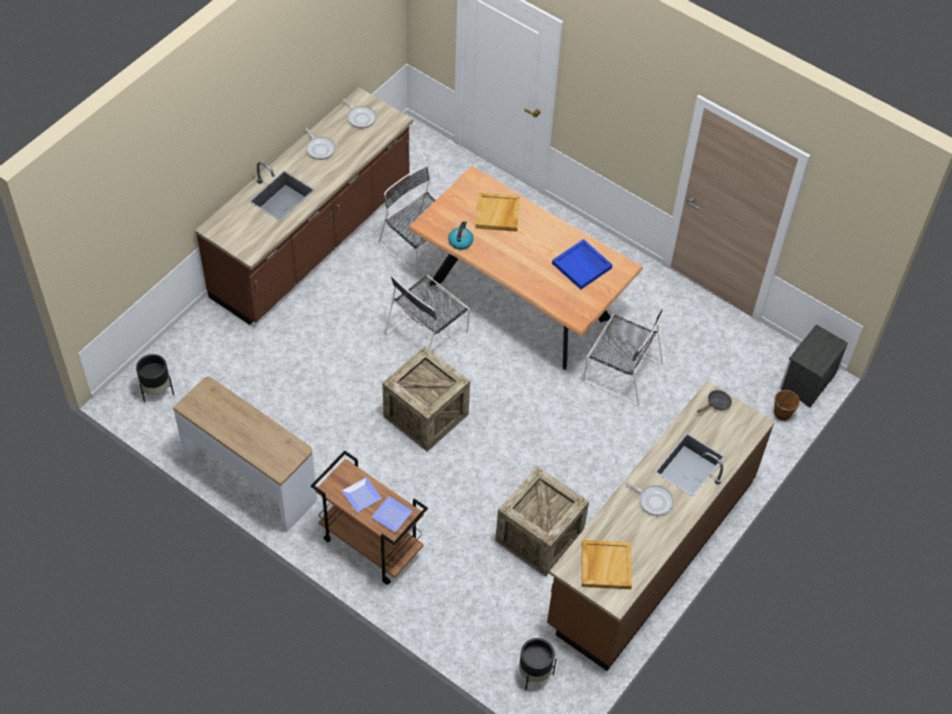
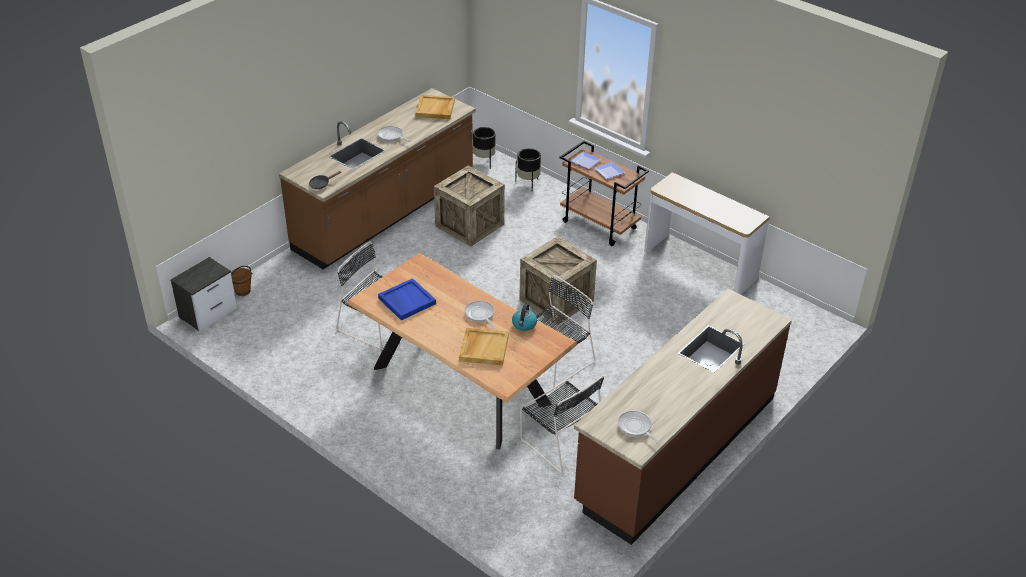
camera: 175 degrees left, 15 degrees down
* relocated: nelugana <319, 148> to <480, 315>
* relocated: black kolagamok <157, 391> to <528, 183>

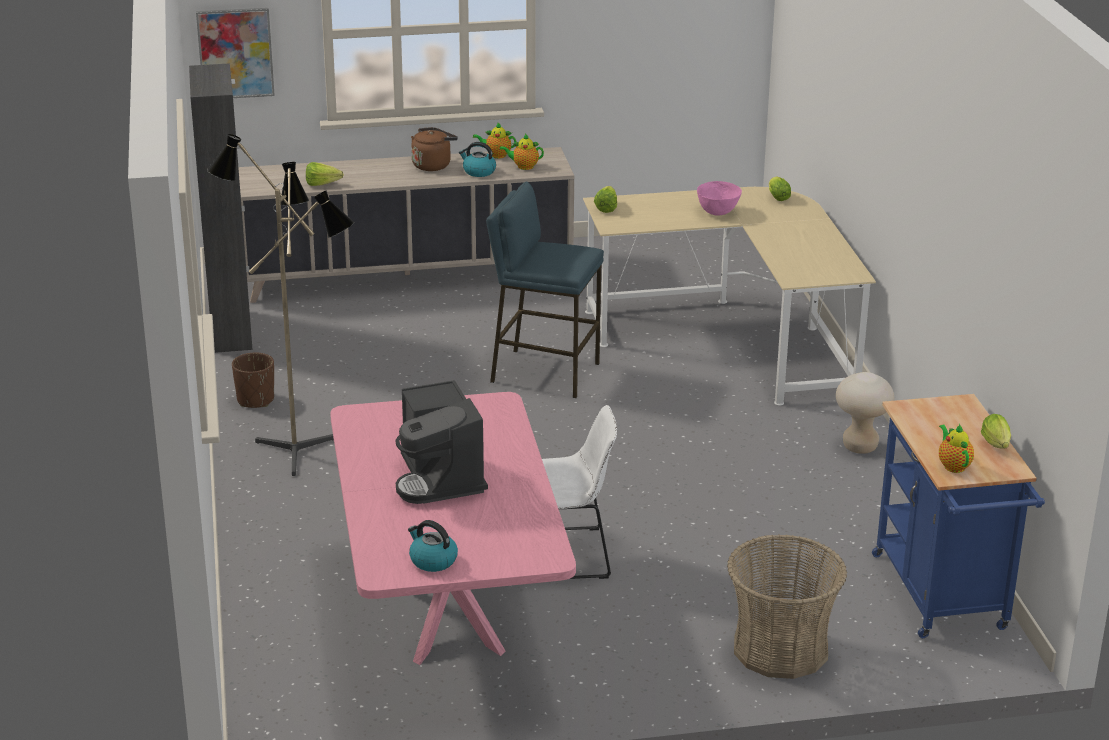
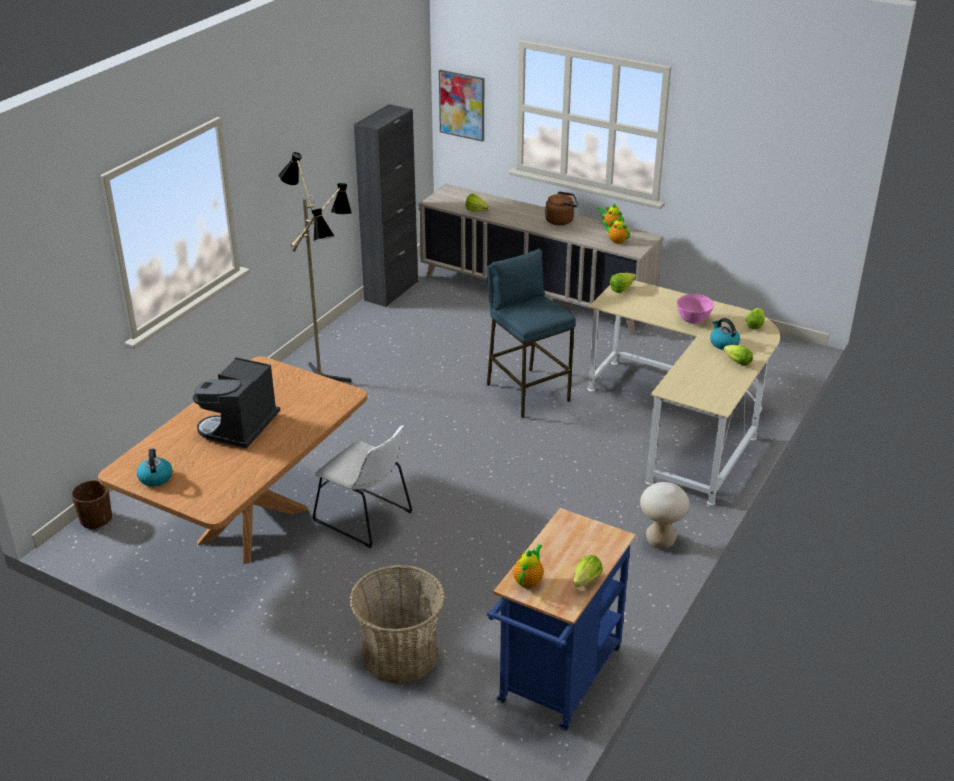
camera: 40 degrees right, 5 degrees up
* relocated: brown kolagamok <255, 400> to <96, 519>
* colour: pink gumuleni <449, 618> to brown gumuleni <252, 525>
* relocated: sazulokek <478, 172> to <723, 343>
* appeared: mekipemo <736, 362>

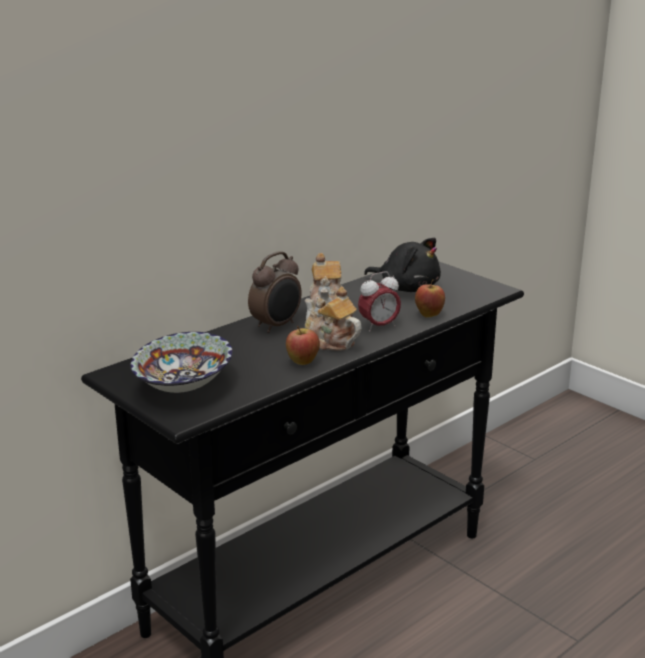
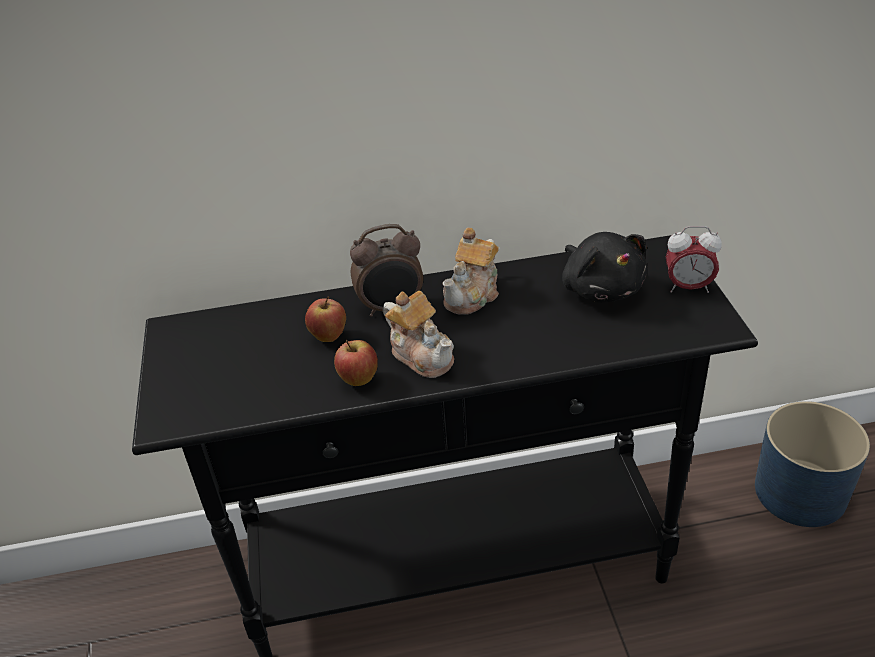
camera: 35 degrees right, 15 degrees up
* relocated: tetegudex <429, 315> to <329, 337>
* spun: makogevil <330, 341> = <422, 355> 150 degrees clockwise
* relocated: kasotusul <379, 326> to <688, 287>
* appeared: blue kolagamok <800, 491>
* missing: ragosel <185, 386>

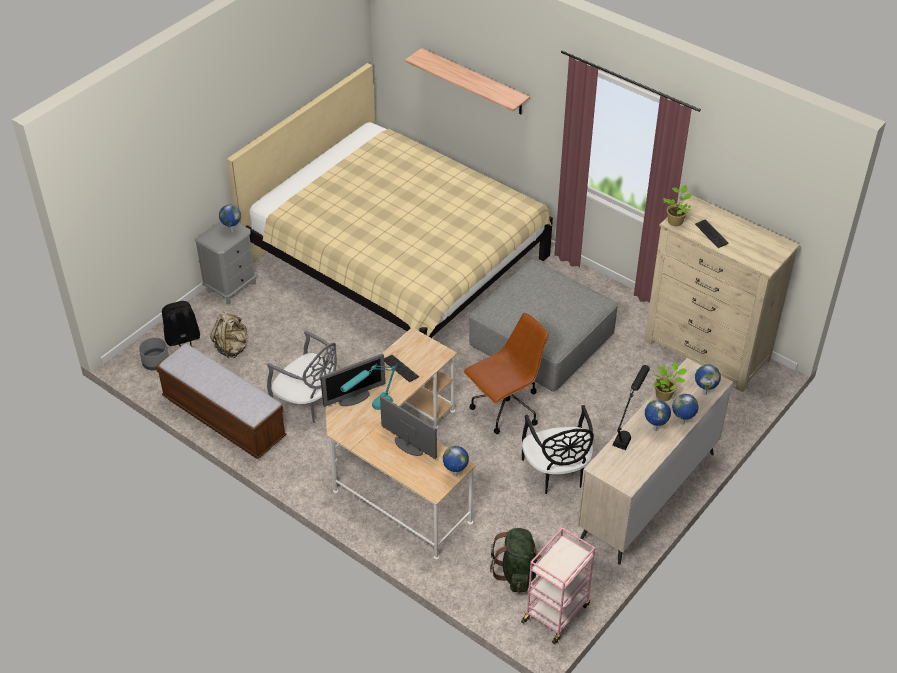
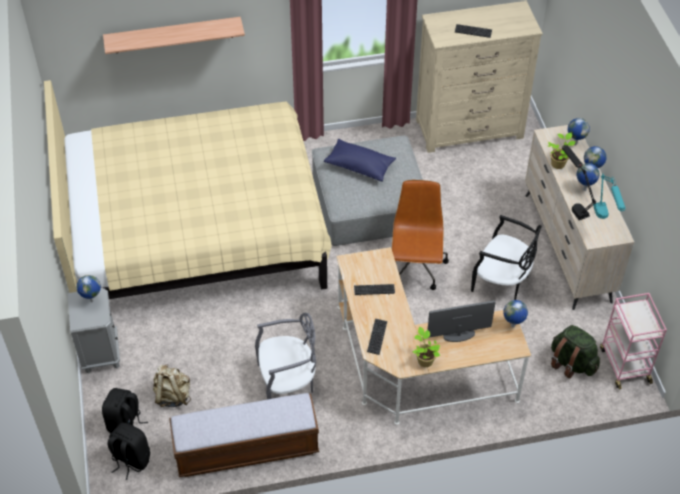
camera: 50 degrees left, 5 degrees up
* exchanged: grey kolagamok <155, 362> to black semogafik <130, 460>
* appeared: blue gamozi <359, 166>
* exchanged: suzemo <354, 398> to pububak <377, 337>
* relocated: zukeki <675, 221> to <424, 360>
* relocated: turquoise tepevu <371, 410> to <604, 221>

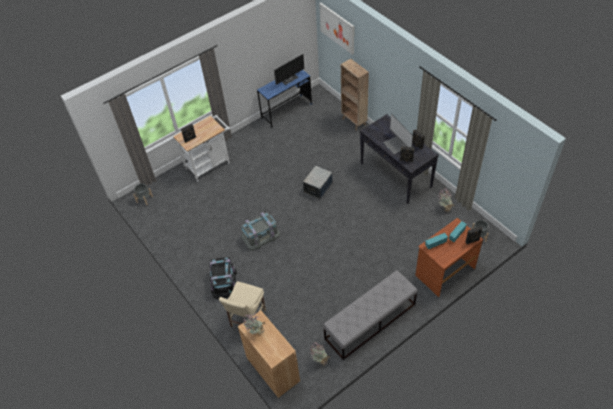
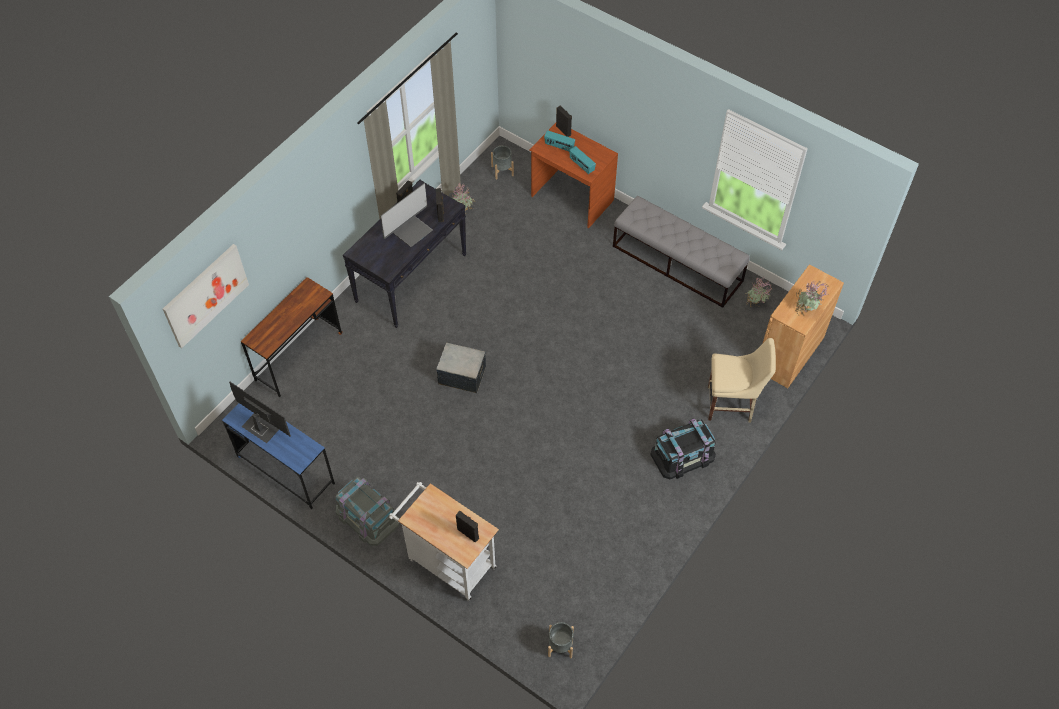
camera: 110 degrees left, 5 degrees up
* exchanged: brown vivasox <354, 122> to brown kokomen <298, 356>
* relocated: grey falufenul <260, 235> to <367, 517>

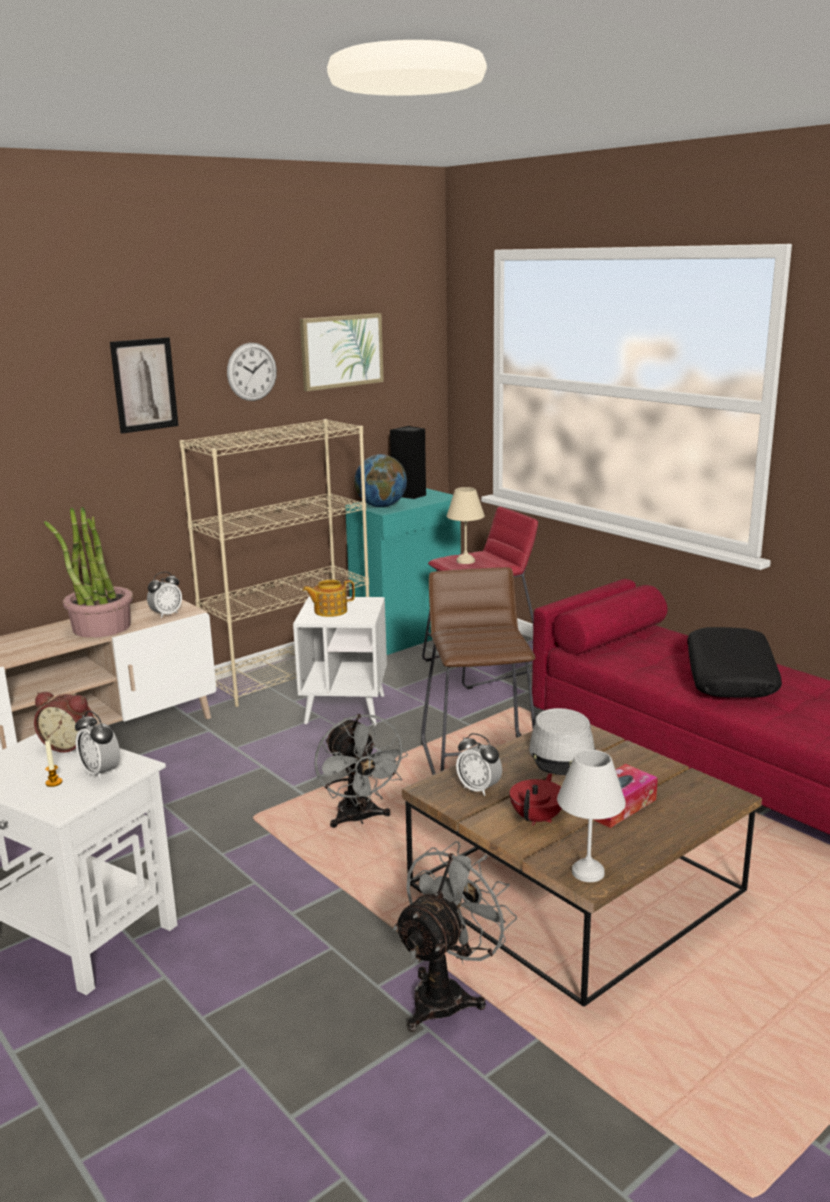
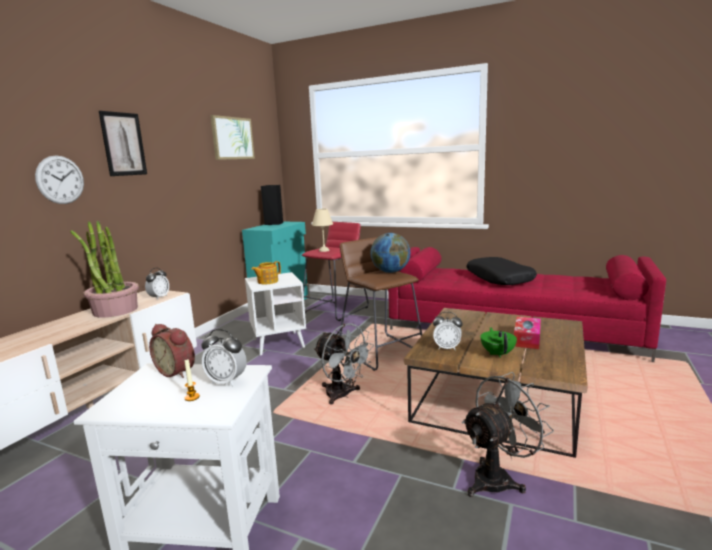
camera: 25 degrees left, 5 degrees down
* relocated: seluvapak <252, 372> to <60, 180>
* spun: kasotusul <70, 745> = <177, 371> 45 degrees clockwise
* relocated: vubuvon <381, 506> to <390, 272>
* spun: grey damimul <447, 994> = <498, 478> 45 degrees clockwise
* colour: red makogevil <538, 818> to green makogevil <498, 353>
* missing: beige vivasox <290, 673>
* missing: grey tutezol <564, 756>
* missing: white tepevu <589, 872>

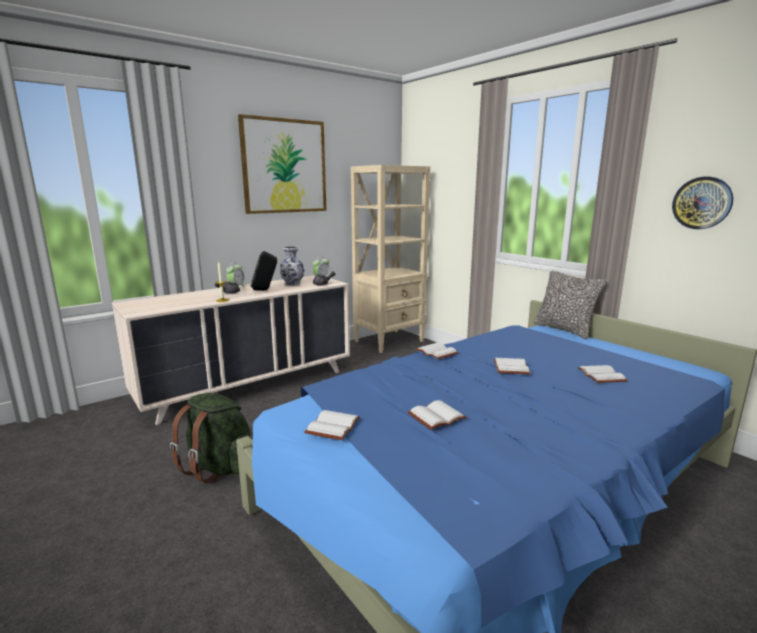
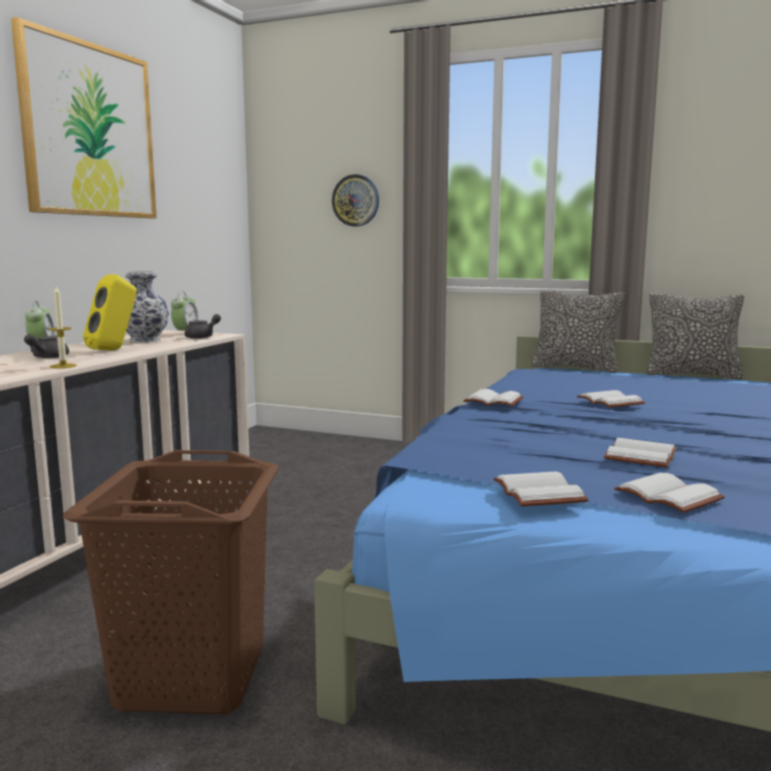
camera: 30 degrees left, 5 degrees down
* exchanged: green semogafik <219, 467> to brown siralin <190, 677>
* colour: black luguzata <265, 290> to yellow luguzata <114, 350>
* relocated: seluvapak <702, 203> to <356, 200>
* relocated: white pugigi <603, 375> to <671, 496>
* appeared: gamozi <691, 375>
* missing: beige vivasox <389, 341>

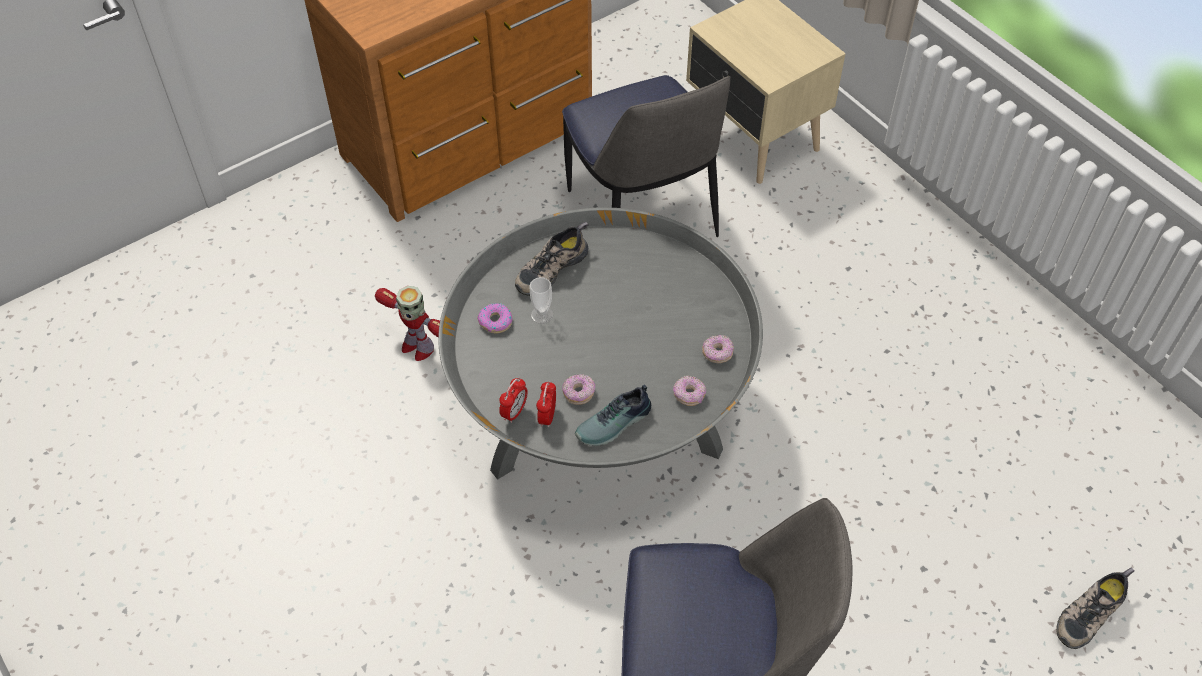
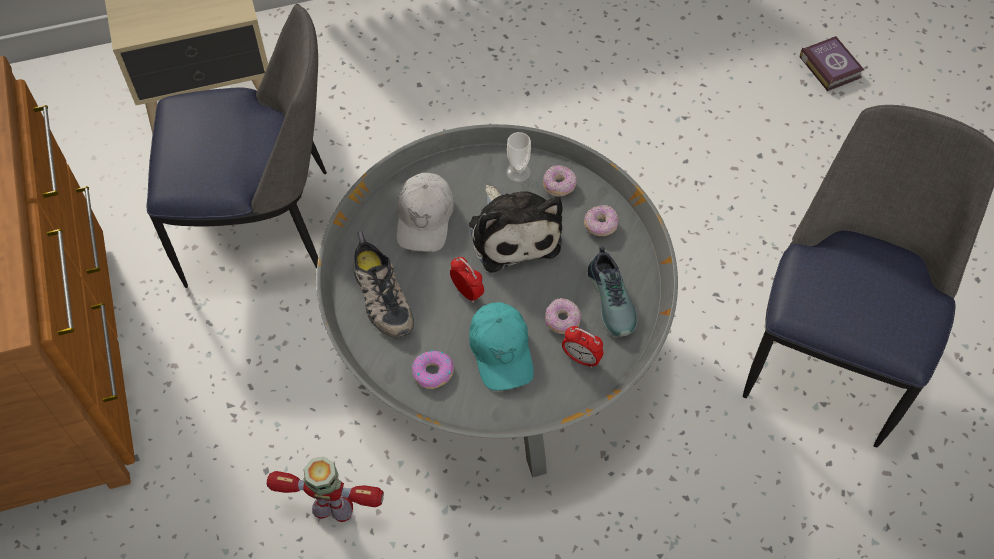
camera: 70 degrees left, 5 degrees up
* spun: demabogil <417, 347> = <334, 509> 135 degrees counterclockwise
* appeared: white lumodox <425, 218>
* relocated: kasotusul <514, 412> to <467, 292>
* appeared: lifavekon <513, 232>
* appeared: turquoise lumodox <501, 351>
* relocated: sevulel <542, 314> to <518, 172>
* exchanged: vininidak <1088, 612> to pugigi <830, 66>

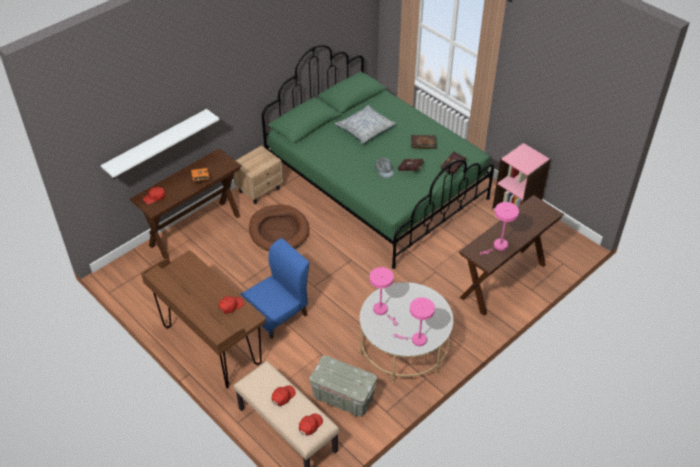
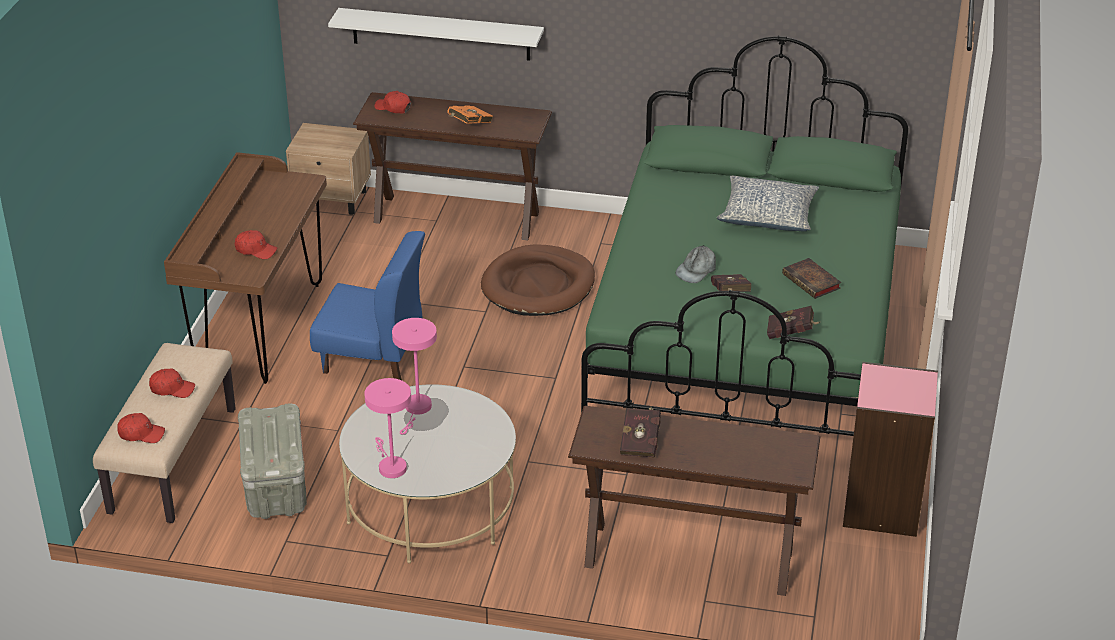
camera: 55 degrees right, 10 degrees down
* relocated: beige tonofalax <260, 190> to <333, 200>
* exchanged: pink tepevu <498, 246> to red pugigi <641, 442>

